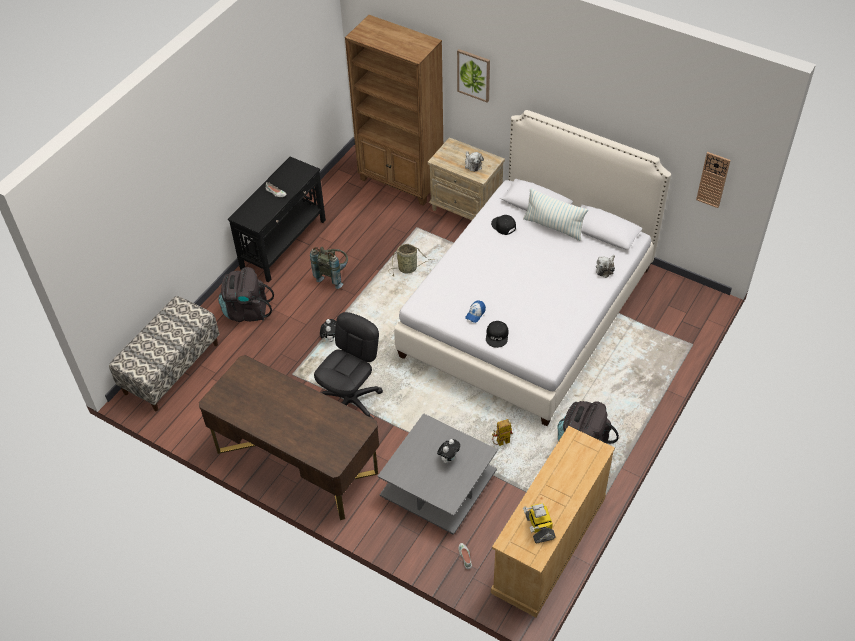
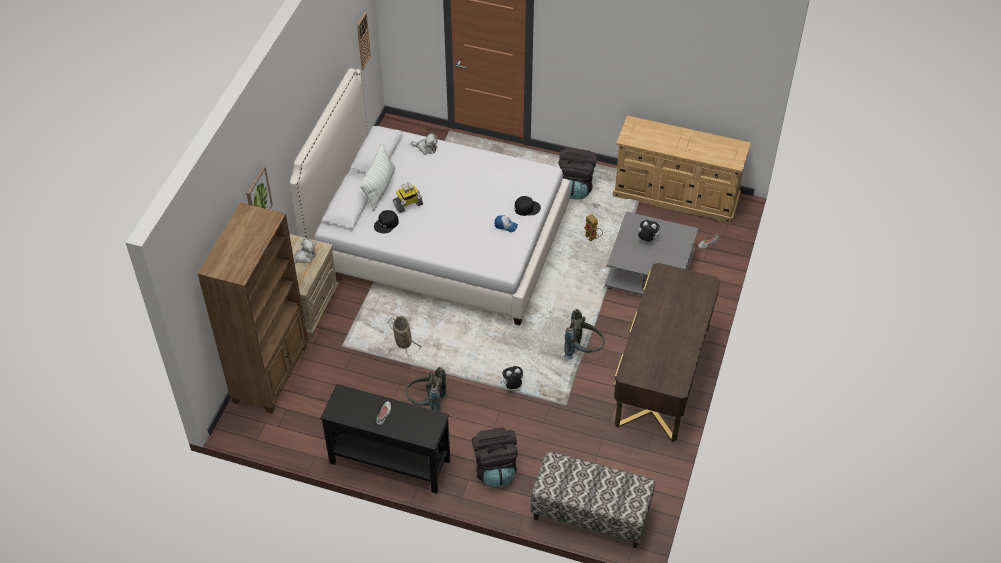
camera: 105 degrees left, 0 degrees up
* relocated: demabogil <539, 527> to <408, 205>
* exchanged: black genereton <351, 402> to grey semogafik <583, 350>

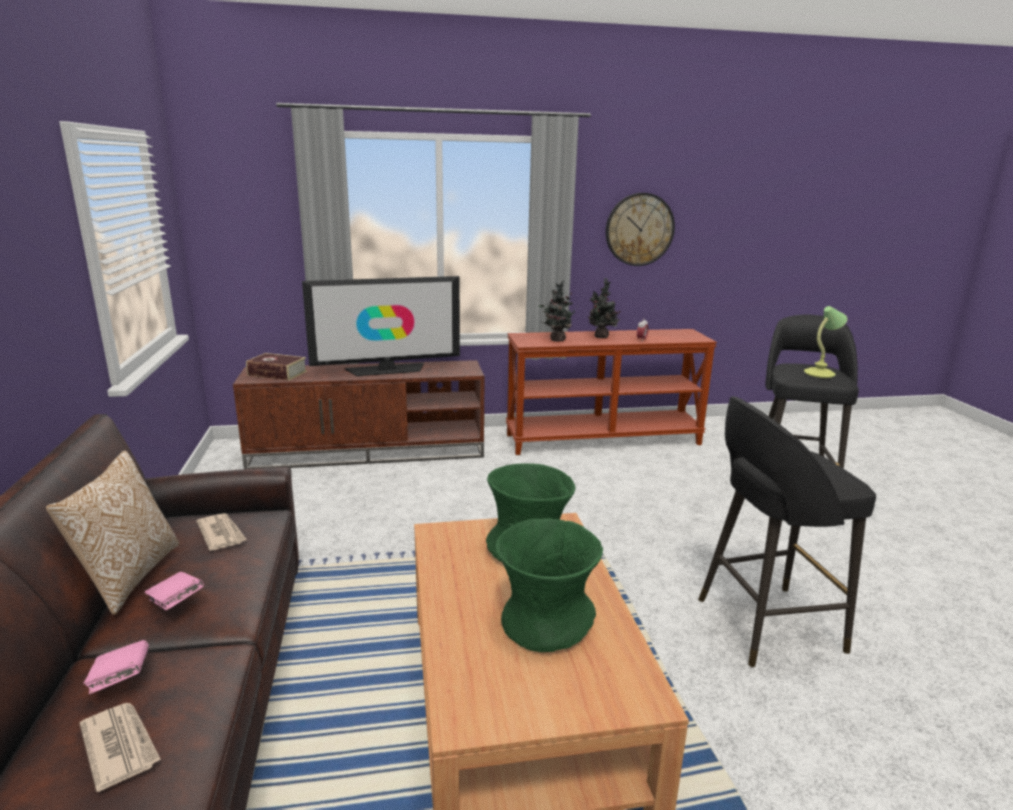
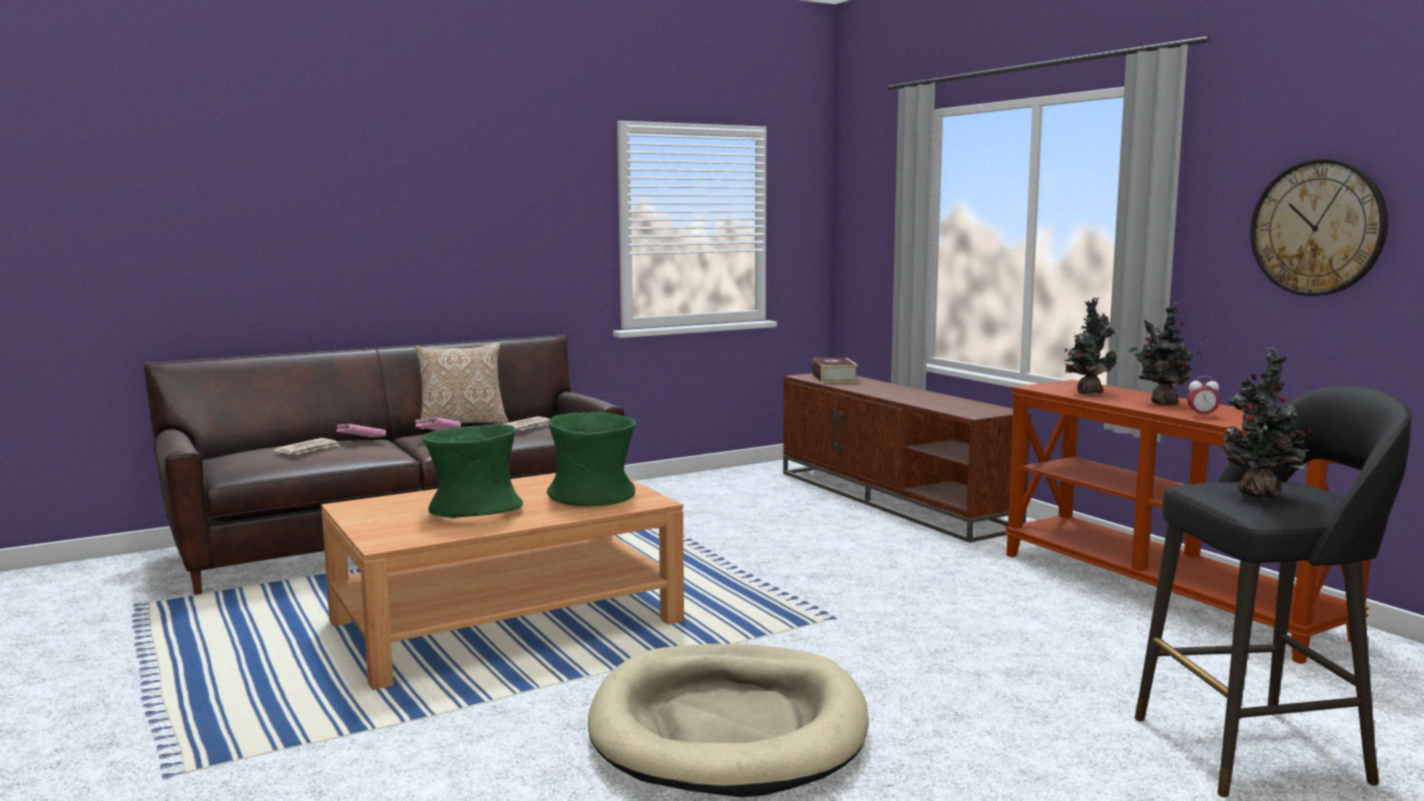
camera: 70 degrees right, 10 degrees down
* exchanged: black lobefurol <765, 625> to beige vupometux <728, 727>
* exchanged: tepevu <820, 374> to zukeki <1261, 496>
* missing: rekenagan <387, 370>

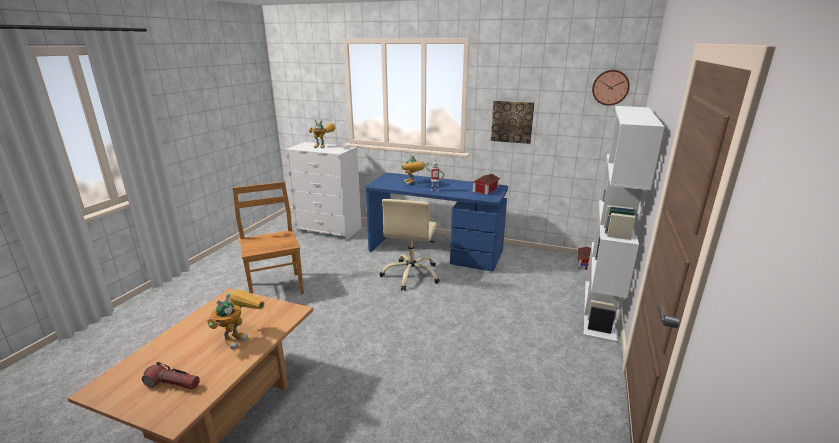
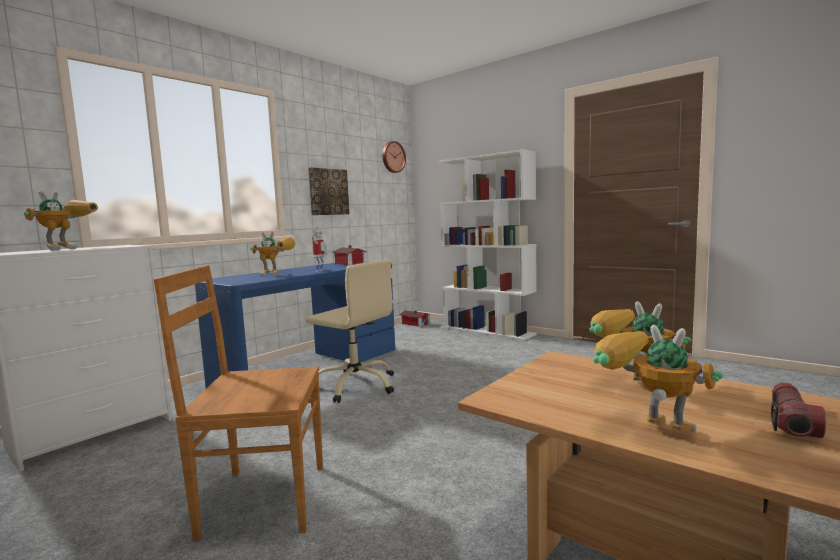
camera: 70 degrees left, 15 degrees down
* appeared: demabogil <645, 428>

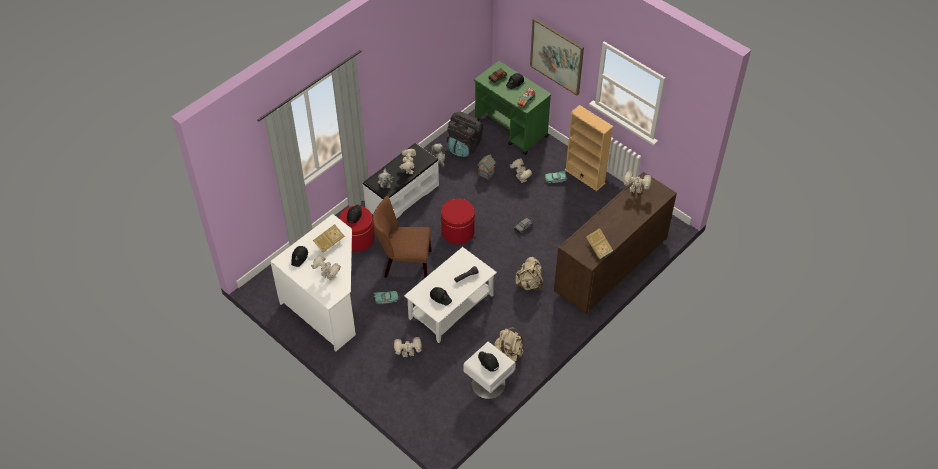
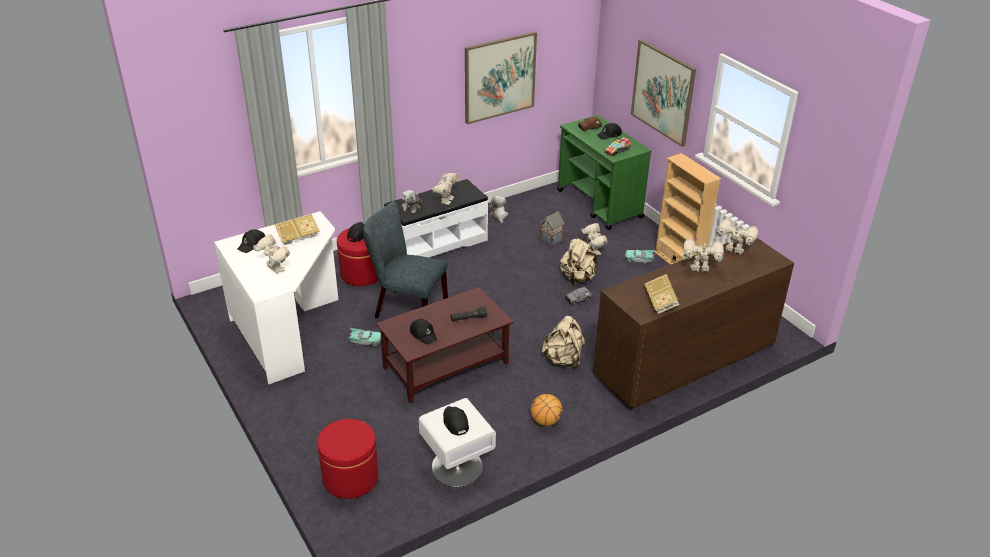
camera: 15 degrees right, 15 degrees down
* relocated: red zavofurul <458, 232> to <350, 478>
* colour: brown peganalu <404, 264> to grey peganalu <406, 309>
* colour: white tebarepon <451, 306> to brown tebarepon <446, 365>
* appeared: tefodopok <499, 77>
* appeared: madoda <545, 421>
* relocated: beige semogafik <508, 354> to <577, 279>
* relocated: demabogil <408, 355> to <699, 270>
* missing: black semogafik <464, 146>

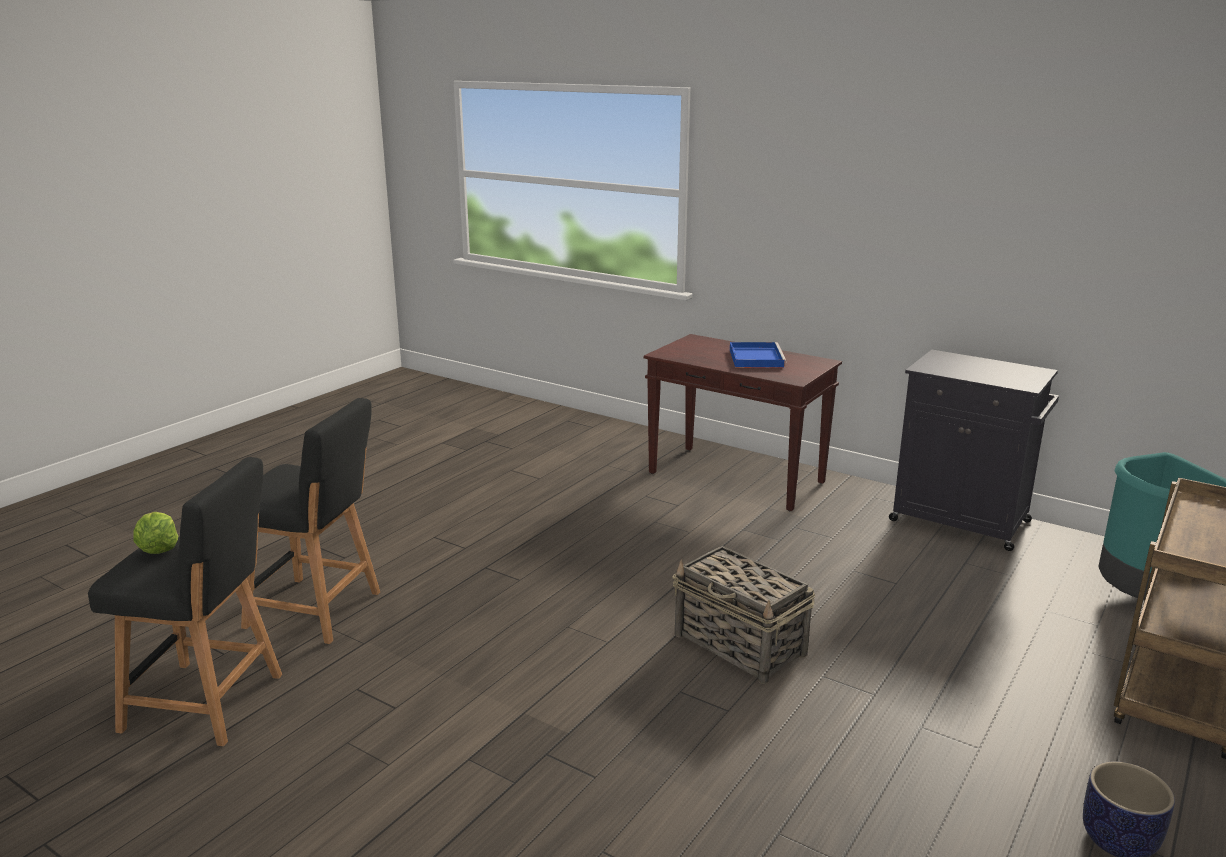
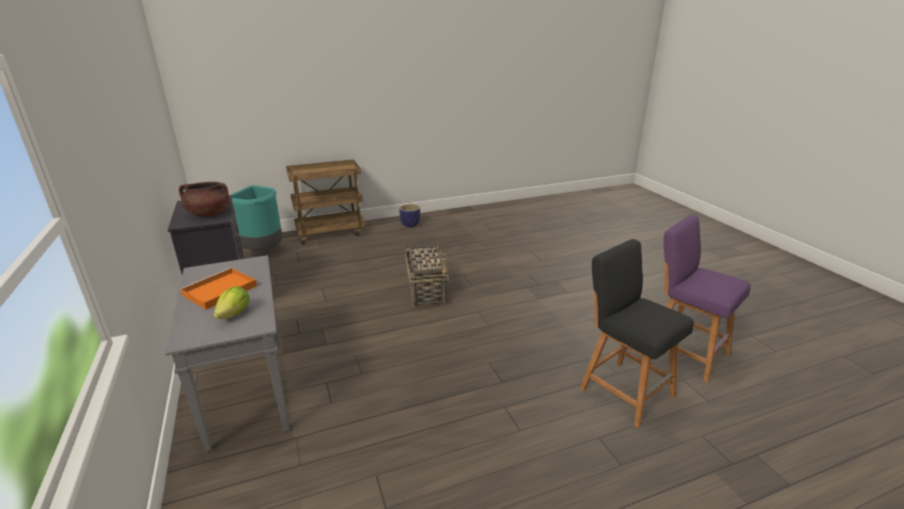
camera: 145 degrees left, 5 degrees up
* colour: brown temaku <737, 478> to grey temaku <246, 390>
* appeared: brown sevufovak <209, 214>
* colour: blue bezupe <755, 358> to orange bezupe <219, 291>
* relocated: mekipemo <158, 549> to <235, 314>
* colour: black lobefurol <210, 703> to purple lobefurol <683, 351>

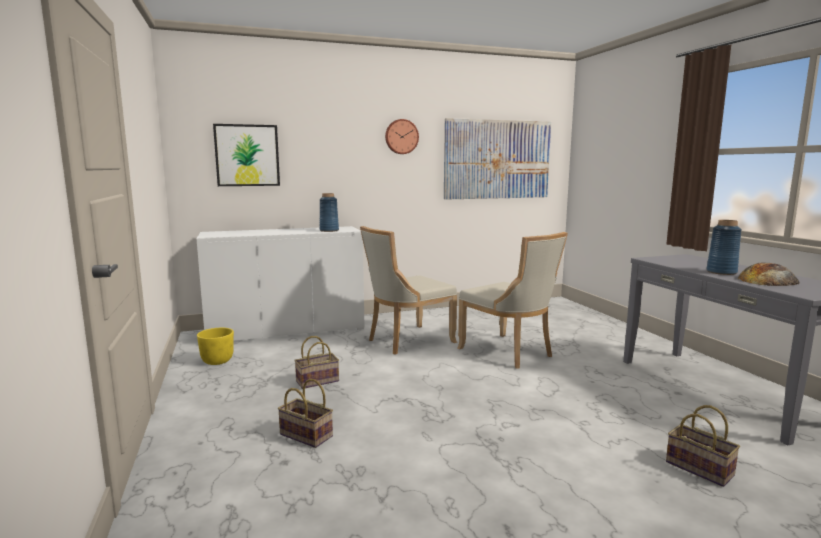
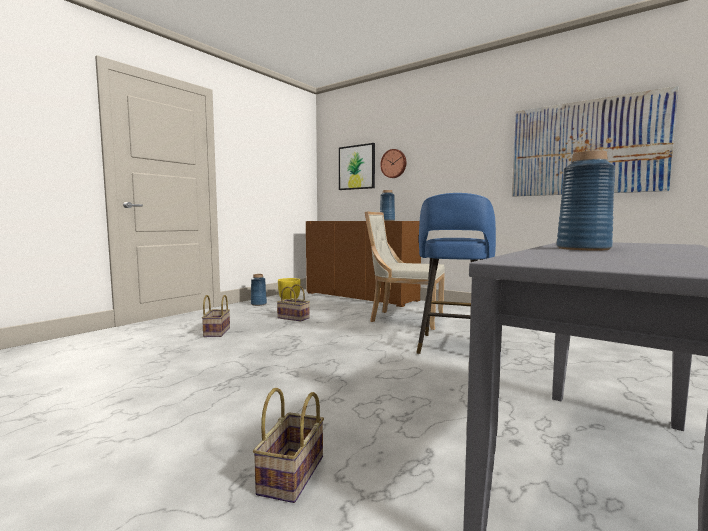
camera: 55 degrees right, 5 degrees down
* appeared: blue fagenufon <258, 304>
* colour: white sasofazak <286, 330> to brown sasofazak <360, 296>
* relocated: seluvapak <401, 136> to <394, 163>
* exchanged: beige peganalu <509, 353> to blue lobefurol <453, 347>
* missing: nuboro <767, 280>

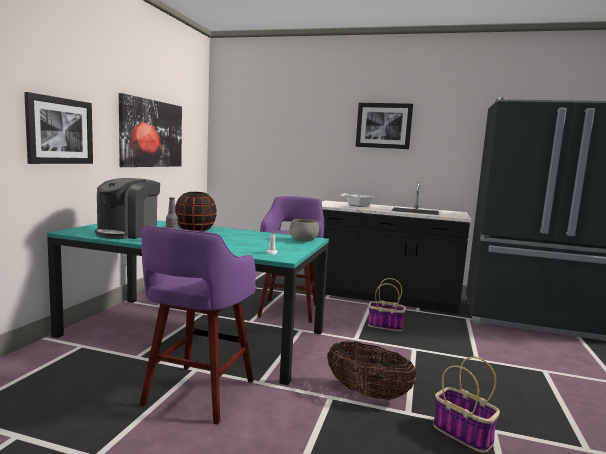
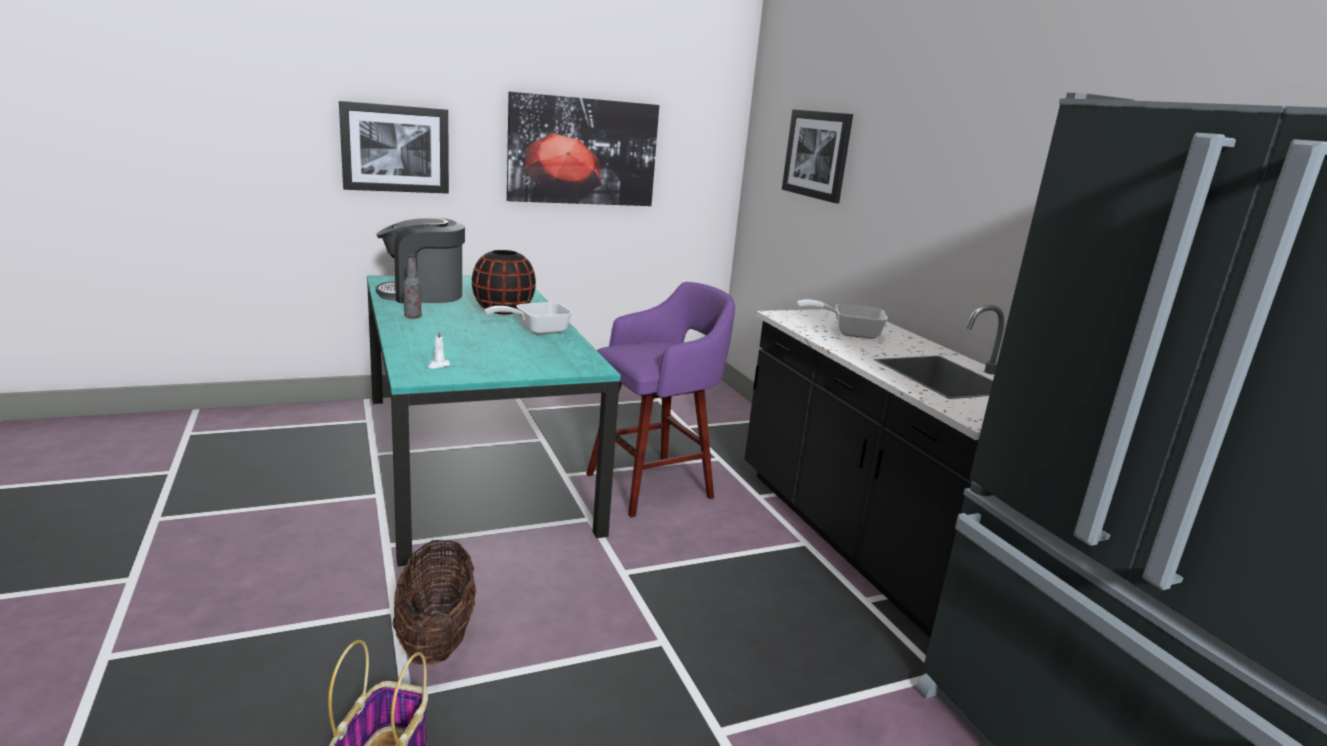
camera: 50 degrees right, 10 degrees up
* appeared: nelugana <536, 330>
* relocated: tefodopok <383, 125> to <817, 154>
* missing: purple lobefurol <197, 394>
* missing: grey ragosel <303, 240>
* missing: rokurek <384, 326>

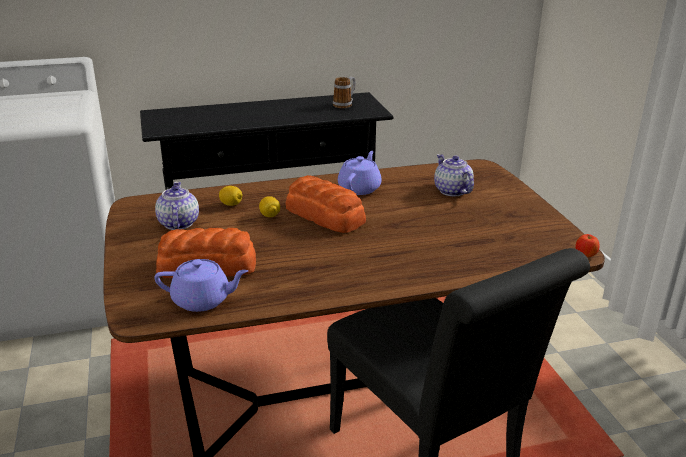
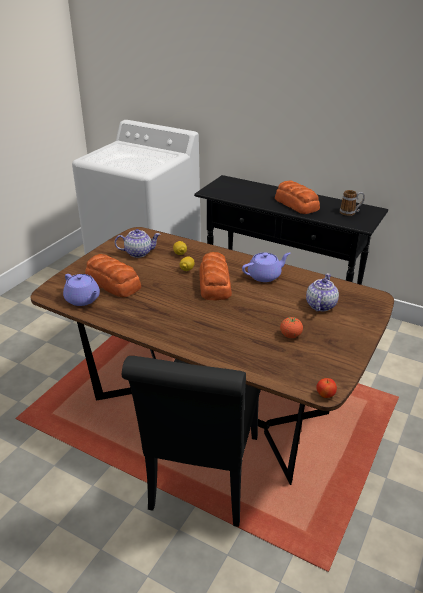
camera: 45 degrees right, 5 degrees up
* spun: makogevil <178, 223> = <138, 253> 45 degrees clockwise
* appeared: nuboro <296, 204>
* appeared: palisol <290, 336>

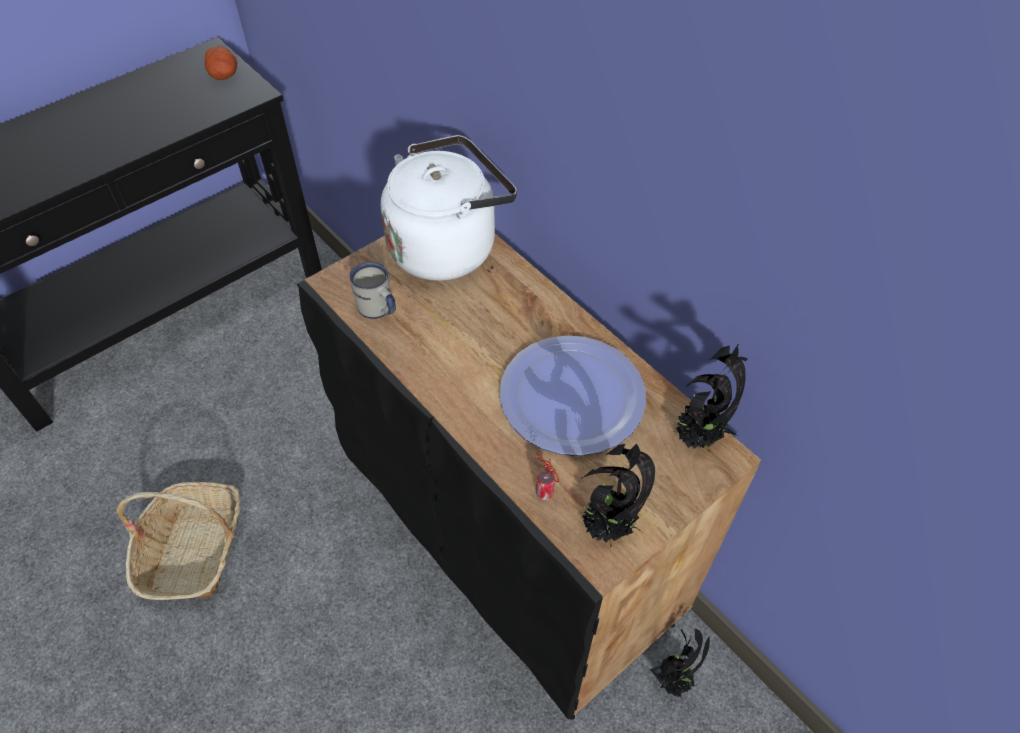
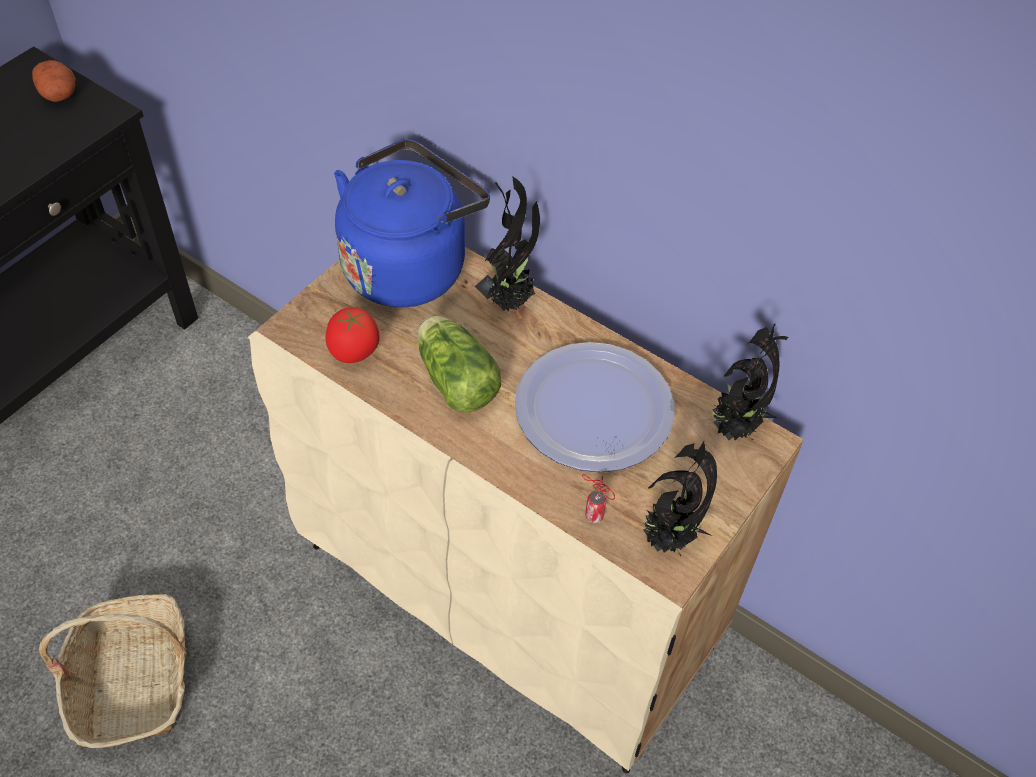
camera: 15 degrees left, 0 degrees up
* colour: black sasofazak <511, 544> to beige sasofazak <512, 596>
* exchanged: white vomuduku <378, 311> to palisol <353, 352>
* colour: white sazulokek <447, 246> to blue sazulokek <409, 265>
* appeared: mekipemo <454, 377>
* relocated: zukeki <673, 679> to <509, 300>

